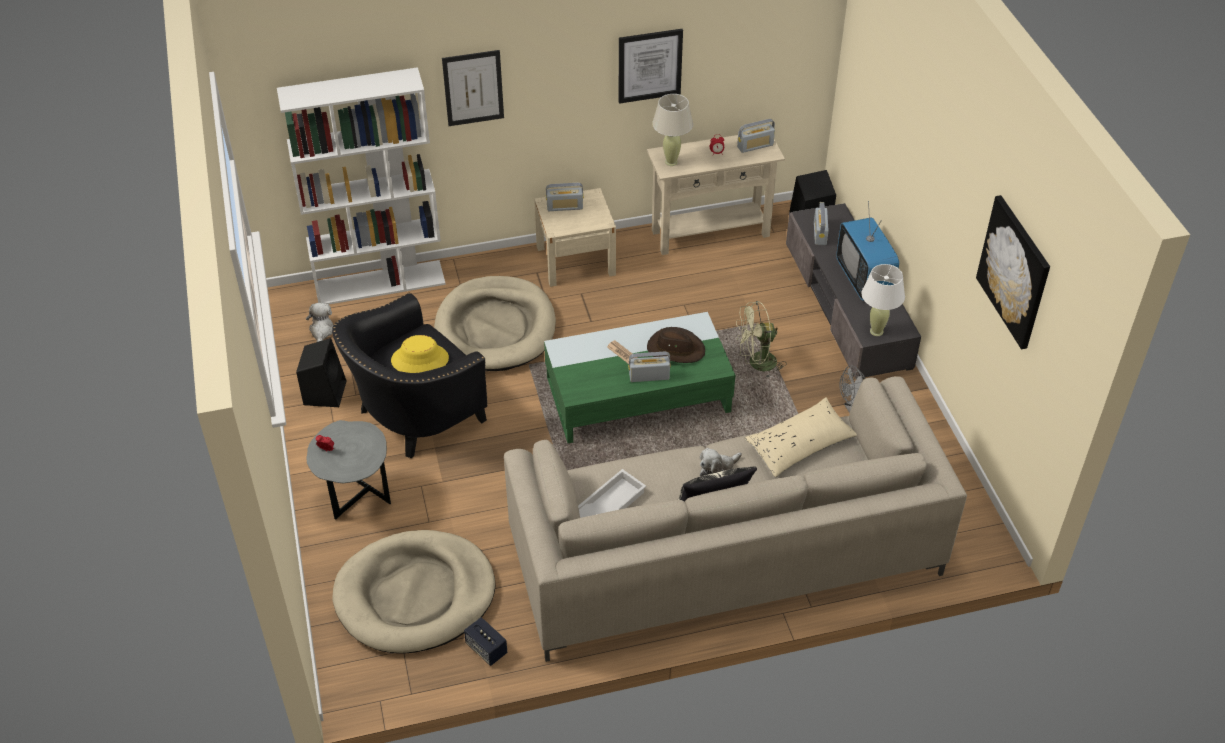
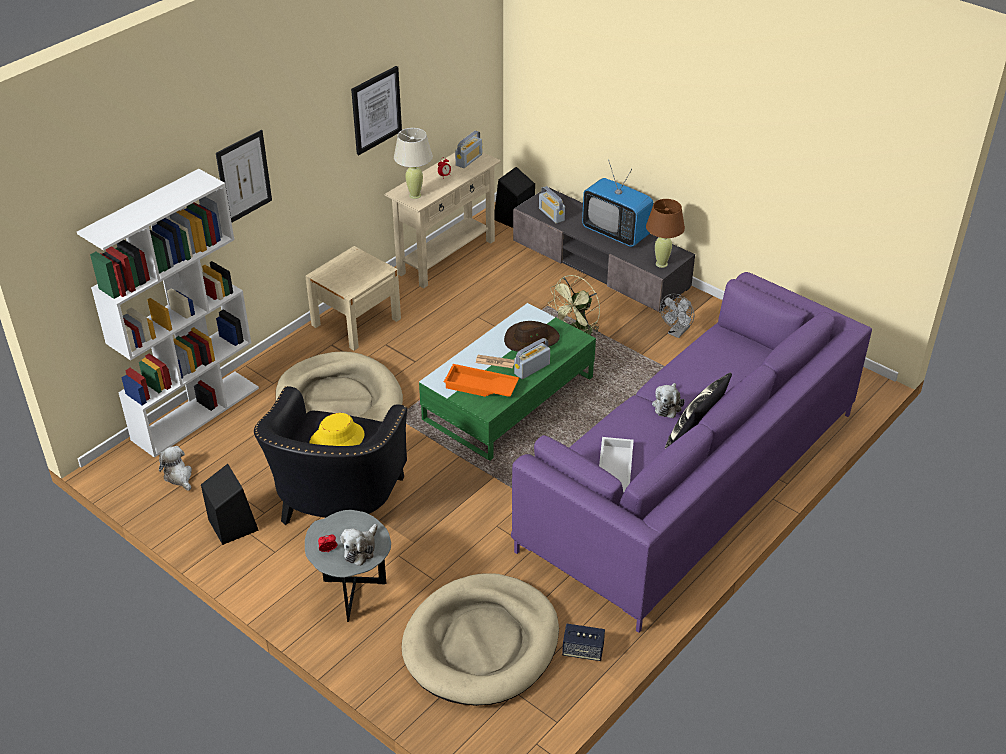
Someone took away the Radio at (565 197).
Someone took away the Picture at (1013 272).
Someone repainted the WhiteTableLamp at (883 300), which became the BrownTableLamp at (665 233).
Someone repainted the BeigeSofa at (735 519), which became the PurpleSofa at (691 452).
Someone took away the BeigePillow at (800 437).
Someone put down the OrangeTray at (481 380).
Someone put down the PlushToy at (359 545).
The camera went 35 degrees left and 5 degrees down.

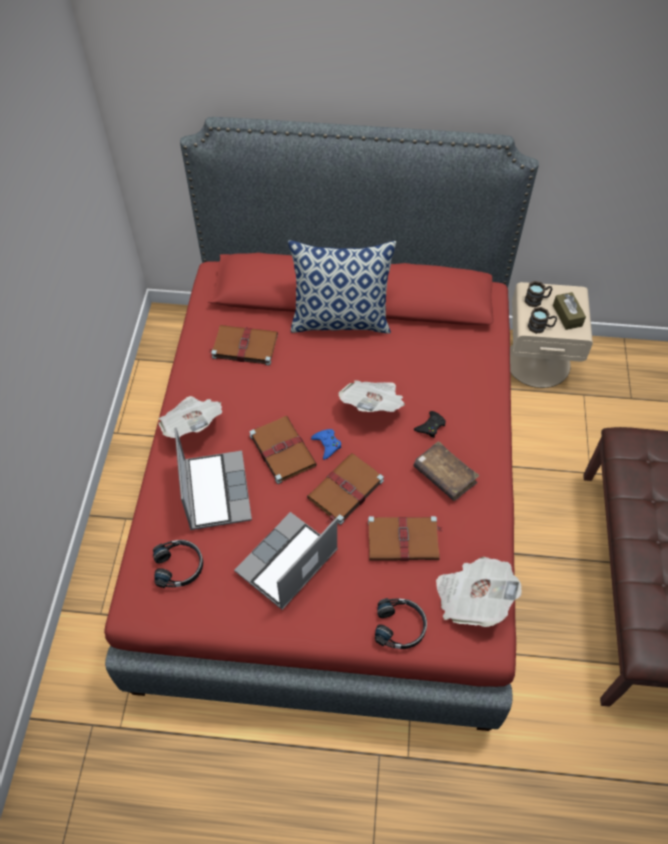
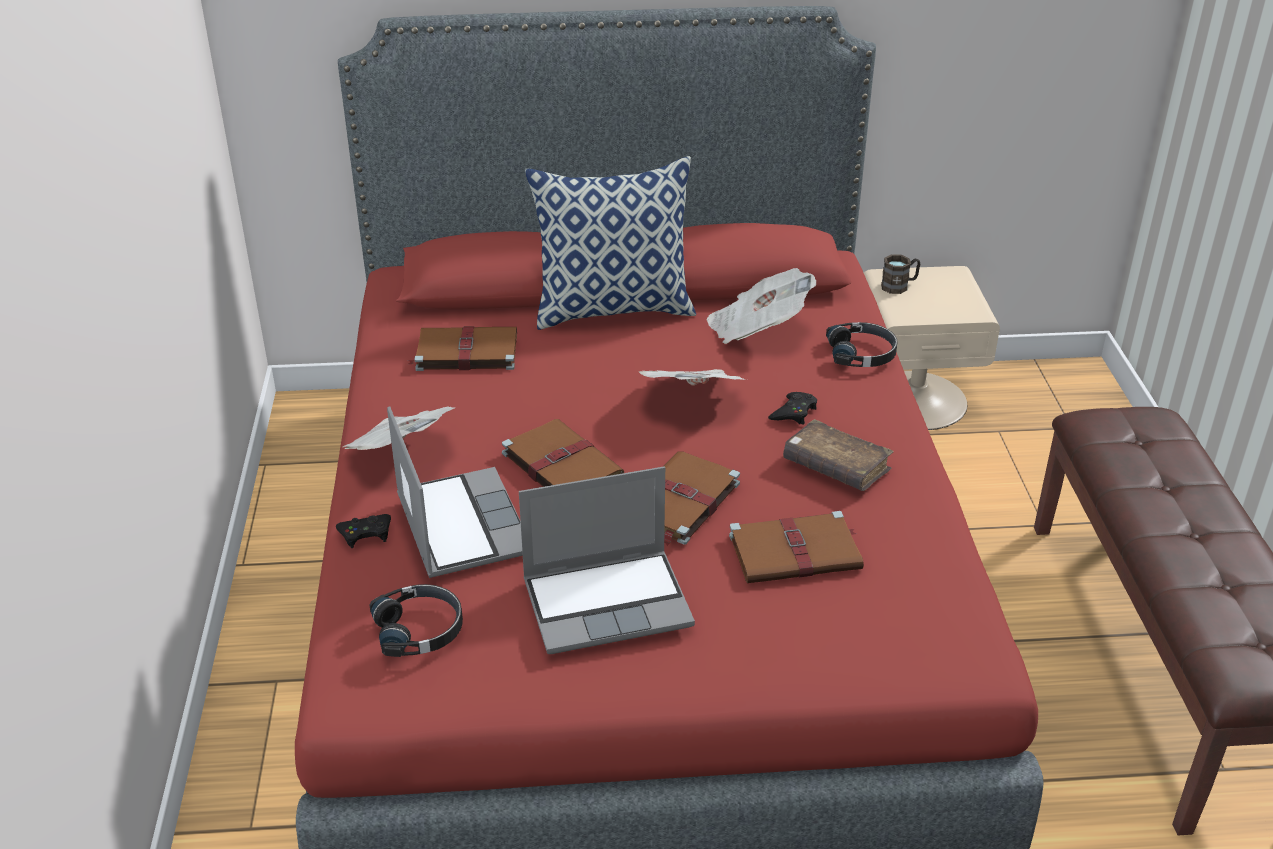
Someone took away the BrownTissueBox at (569 311).
Someone took away the BrownMug at (542 320).
Someone took away the BlueGameController at (326 444).
Someone rotated the Laptop at (286 561) by 135 degrees counterclockwise.
Someone carried the Newspaper from (479 592) to (761 306).
Someone carried the BlackHeadphones from (401 623) to (862 344).
Someone put down the BlackGameController at (363 531).
The camera went 10 degrees left and 20 degrees down.

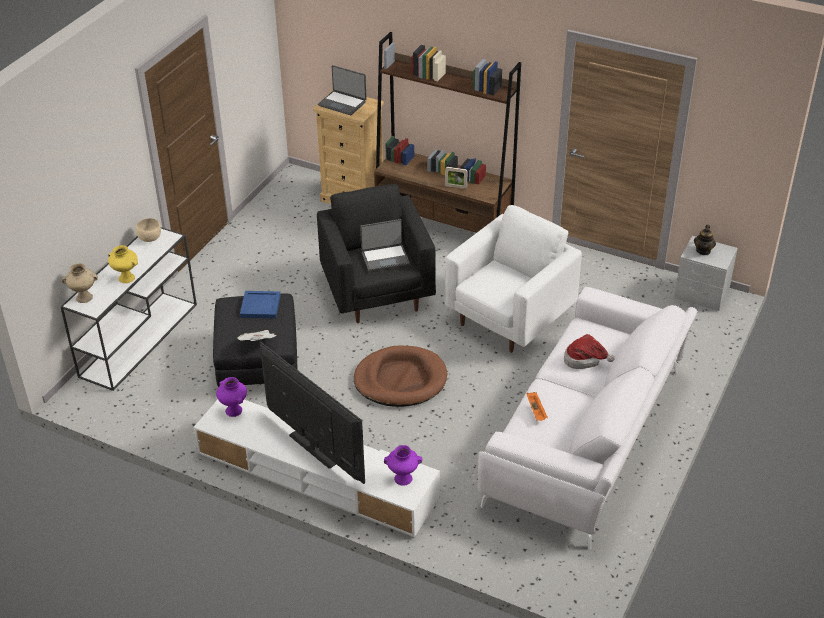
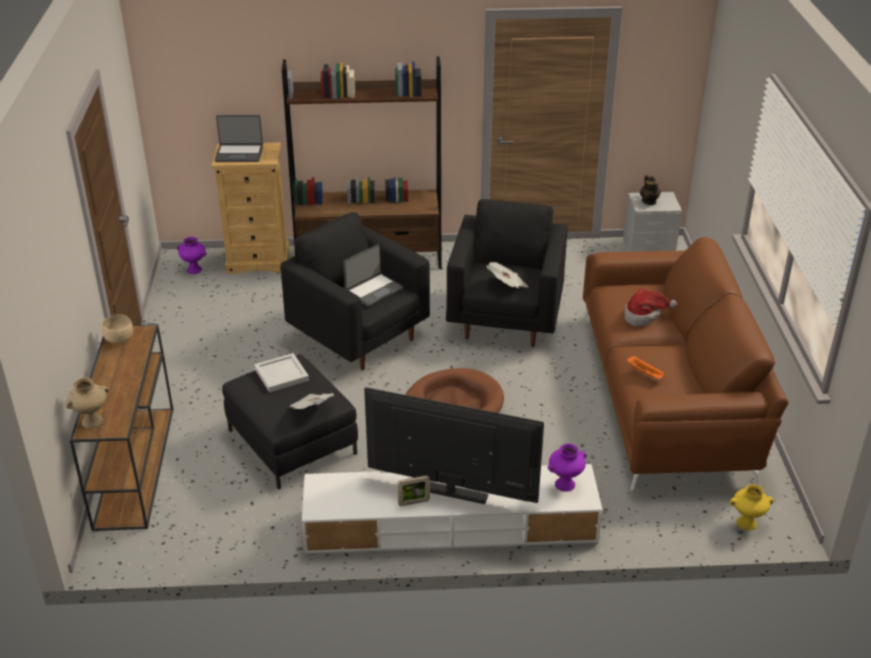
Someone carried the PictureFrame from (456 178) to (413 490).
Someone repainted the WhiteArmchair at (513 279), which became the BlackArmchair at (507 273).
Someone repainted the WhiteConsoleTable at (128 309), which became the BrownConsoleTable at (121 427).
Someone carried the YellowVase from (123 264) to (751 507).
Someone repainted the WhiteSofa at (587 417), which became the BrownSofa at (685 364).
Someone repainted the BlueTray at (260 304), which became the WhiteTray at (281 372).
Someone carried the PurpleVase from (231 397) to (191 255).
Someone put down the Newspaper at (507 275).
The camera went 30 degrees left and 5 degrees down.

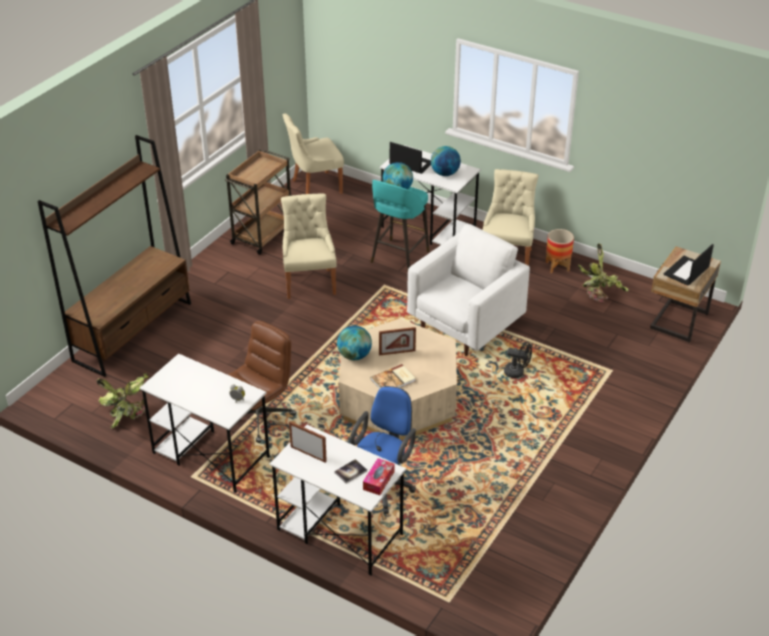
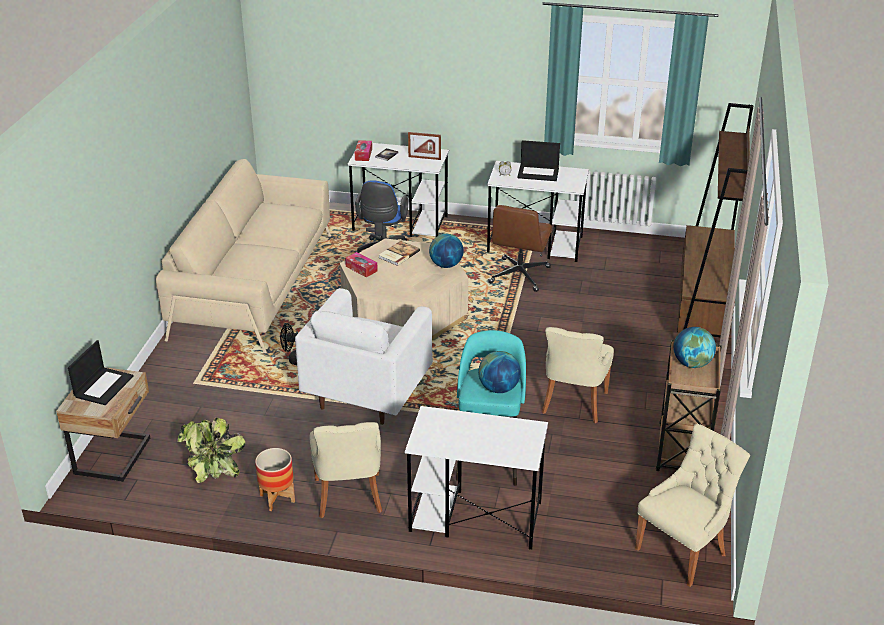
Someone carried the Laptop from (410 158) to (538 160).
Someone carried the Globe from (446 161) to (695 347).
Someone rotated the BeigeChair at (308 246) by 45 degrees clockwise.
Someone took away the PictureFrame at (397 341).
Someone took away the PottedPlant at (122 400).
Someone put down the BeigeSofa at (243 256).
Someone put down the TissueBox at (361 264).
The camera went 160 degrees right and 5 degrees down.

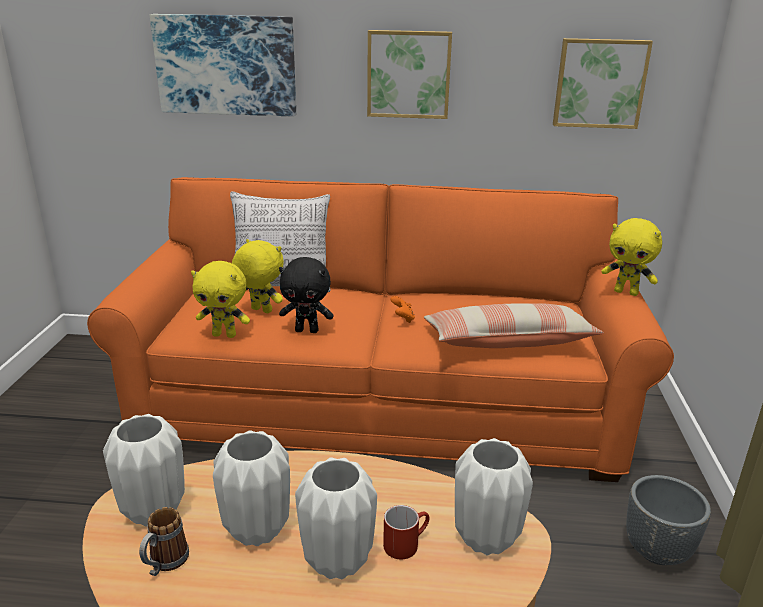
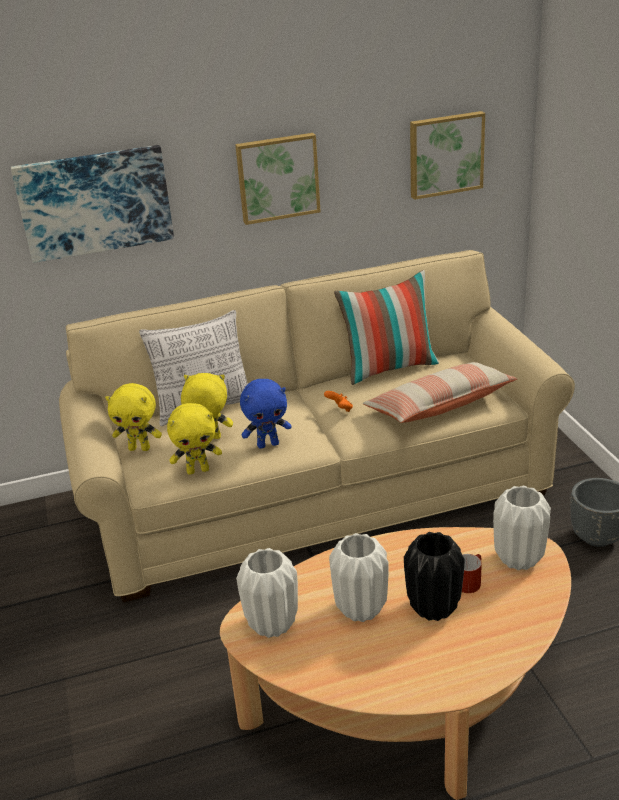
Someone repainted the OrangeSofa at (380 329), which became the BeigeSofa at (317 426).
Someone carried the YellowPlushToy from (631 257) to (133 417).
Someone repainted the BlackPlushToy at (306 295), which became the BluePlushToy at (266 414).
Someone repainted the WhiteVase at (336 518), which became the BlackVase at (434 576).
Someone took away the Mug at (164 541).
Someone put down the Pillow at (386 327).
The camera went 20 degrees left and 5 degrees up.

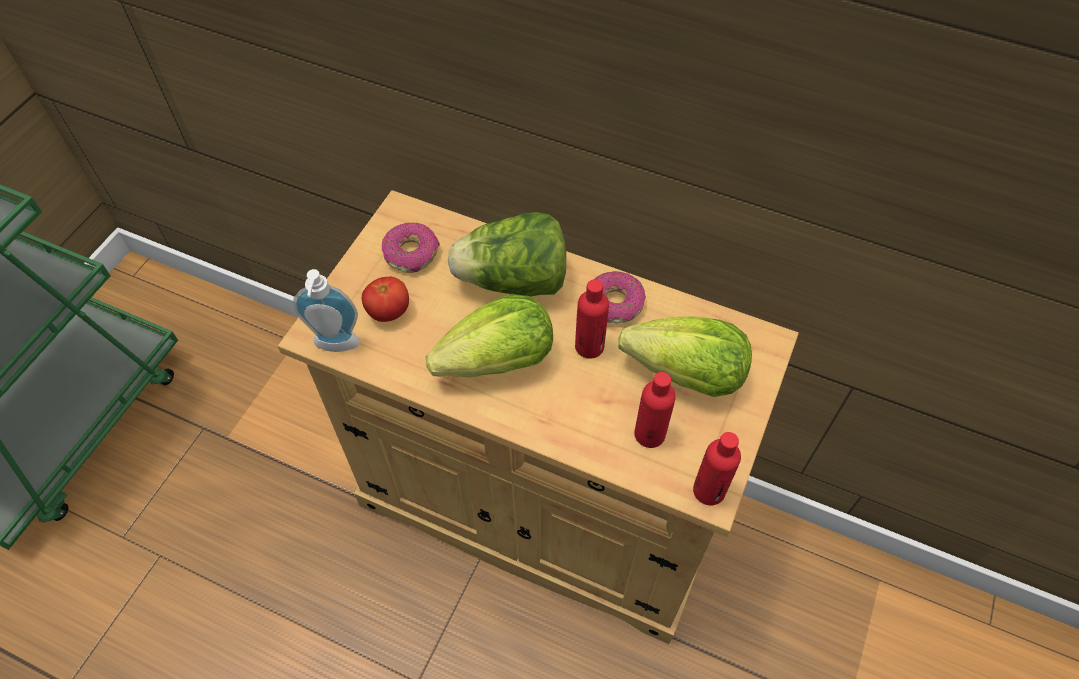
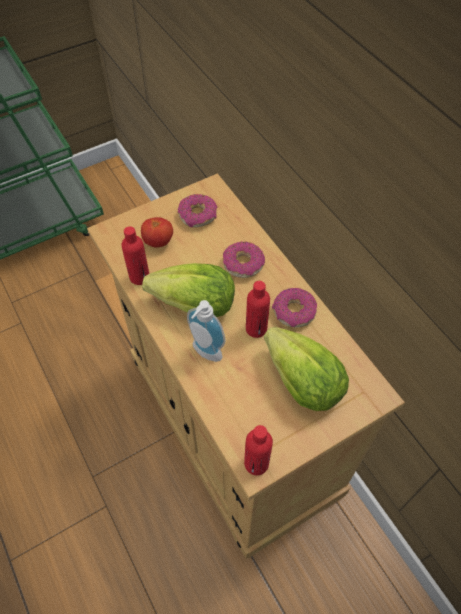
Someone swapped the Lettuce at (507 254) for the Donut at (244 260).
Someone carried the SoapDispenser from (326 310) to (206 331).
Someone carried the RedBottle from (655 410) to (135 255).
The camera went 35 degrees right and 0 degrees up.

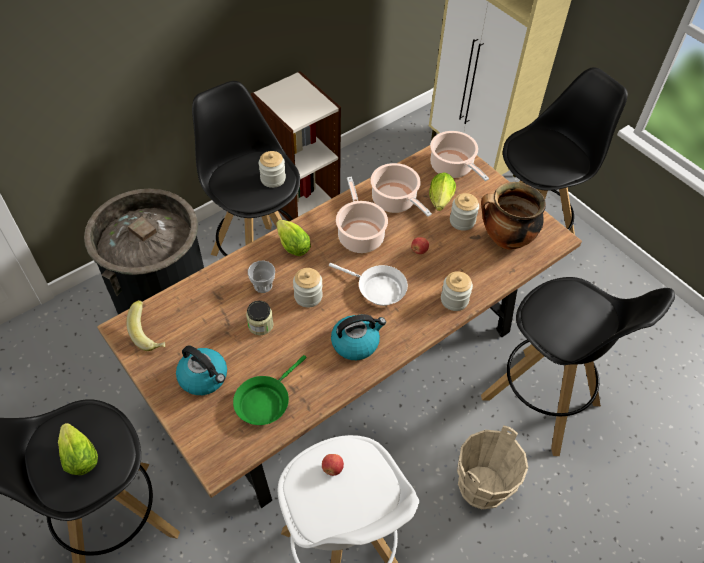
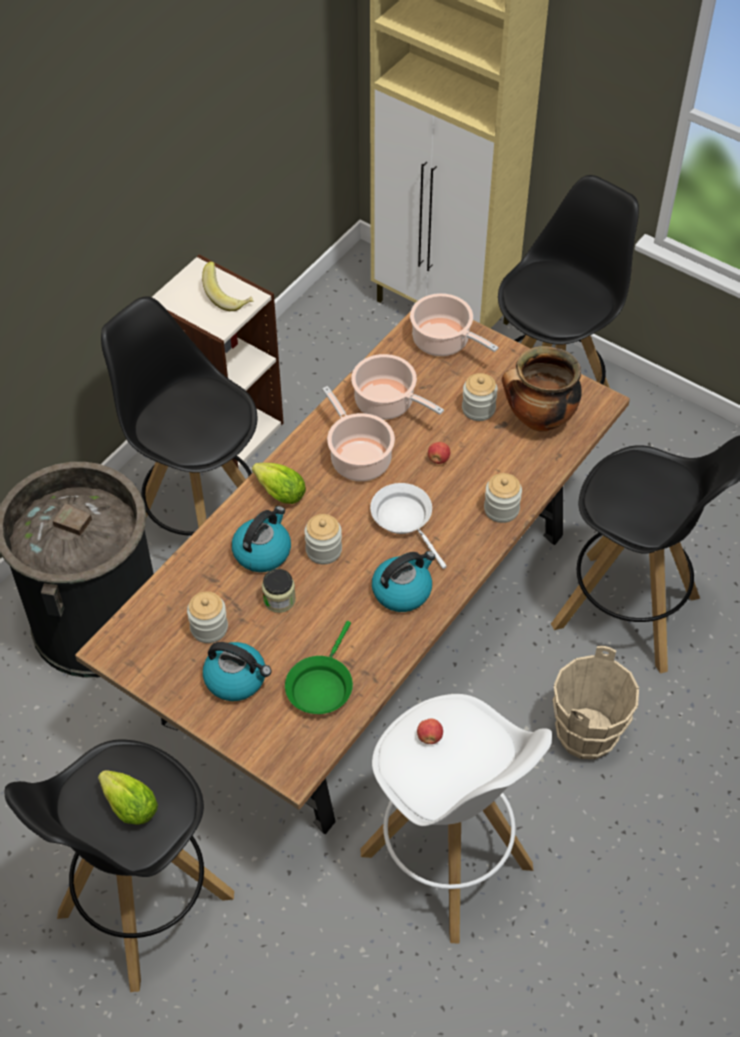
Someone carried the Jar from (272 169) to (207 617).
Someone took away the Lettuce at (442 191).
Someone swapped the Cup at (261 276) for the Kettle at (261 539).
Someone rotated the WhiteFryingPan at (368 284) by 135 degrees counterclockwise.
Someone carried the Banana from (145 325) to (227 286).
The camera went 15 degrees left and 0 degrees up.

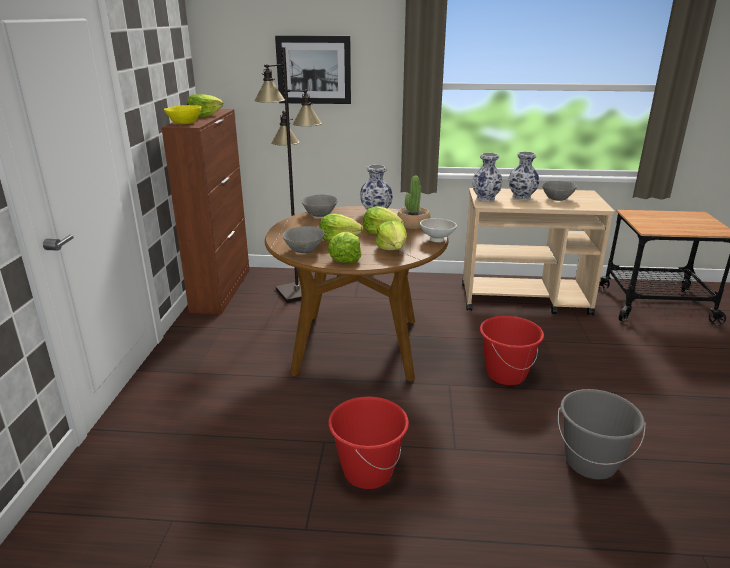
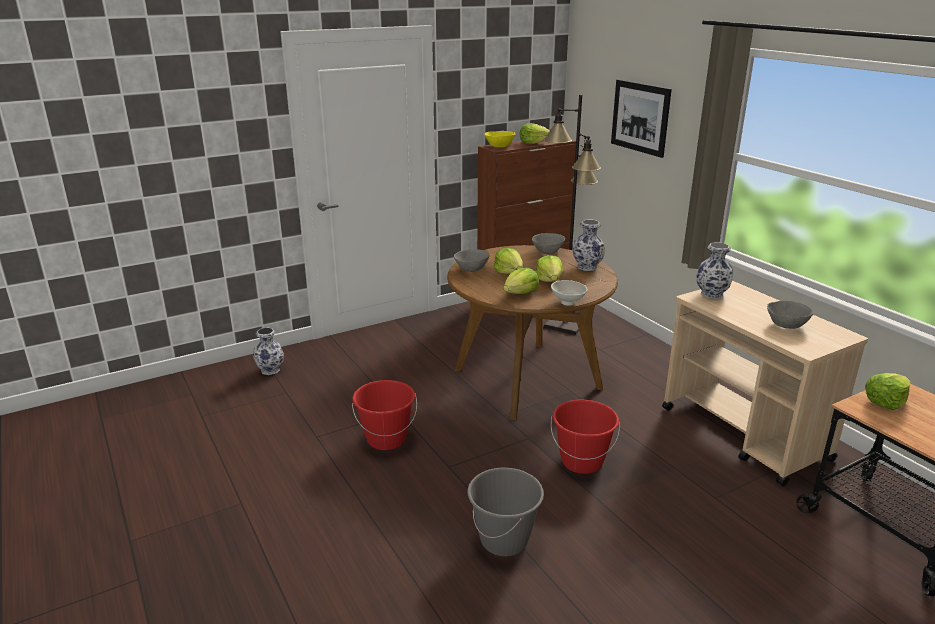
Someone carried the Vase from (524 176) to (268 351).
Someone took away the PottedPlant at (413 202).
Someone carried the Lettuce from (345 247) to (887 391).
The camera went 55 degrees right and 0 degrees up.

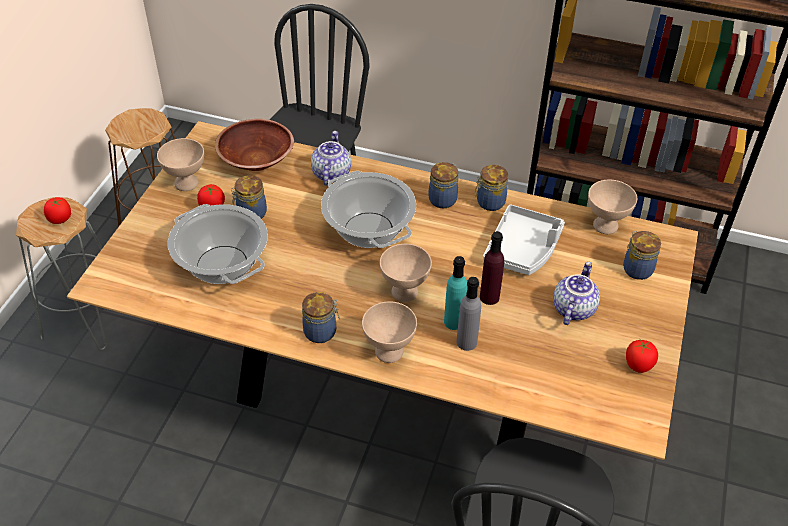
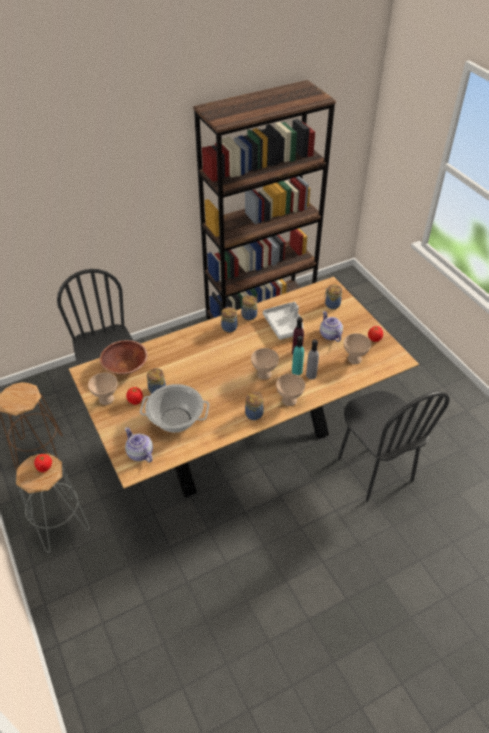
Someone carried the Teapot from (331 158) to (139 445).
Someone took away the CookingPot at (368 209).
Someone carried the BeigeBowl from (612 207) to (357 348).
The camera went 45 degrees left and 0 degrees up.

